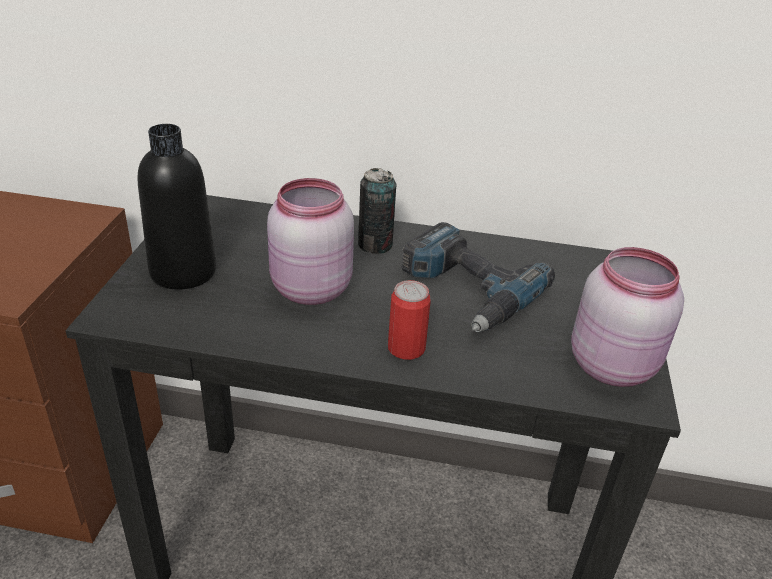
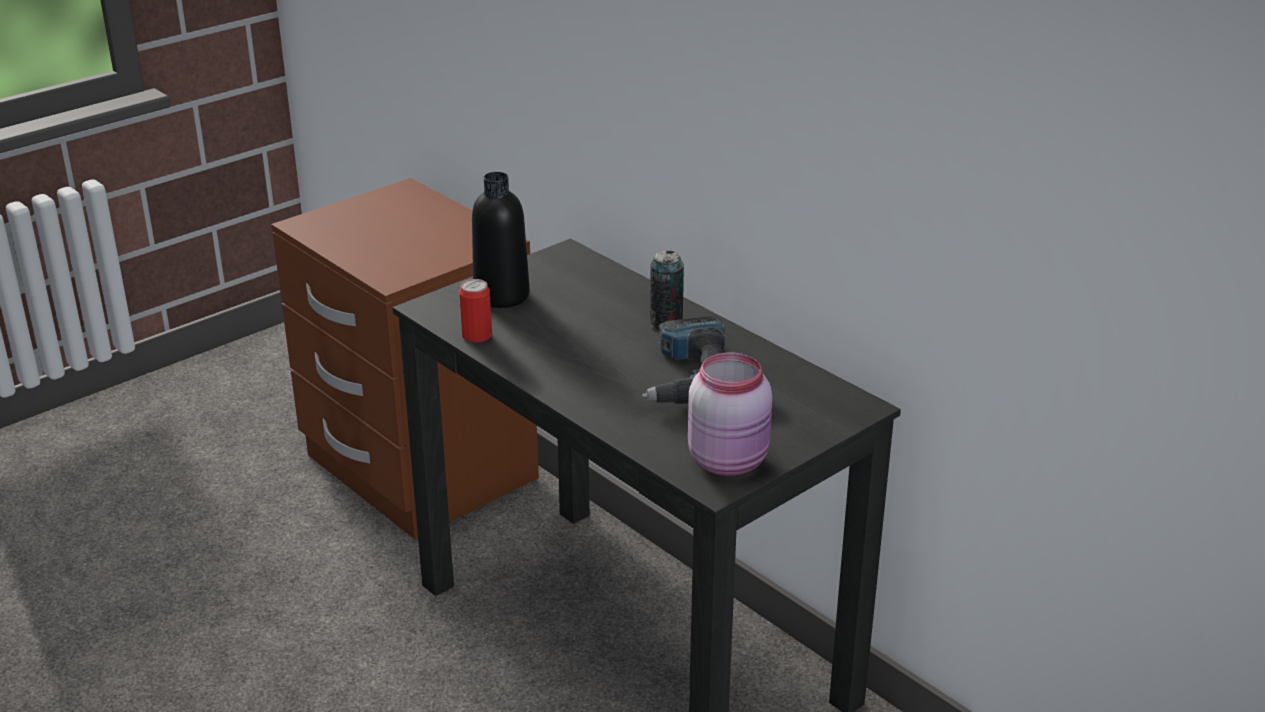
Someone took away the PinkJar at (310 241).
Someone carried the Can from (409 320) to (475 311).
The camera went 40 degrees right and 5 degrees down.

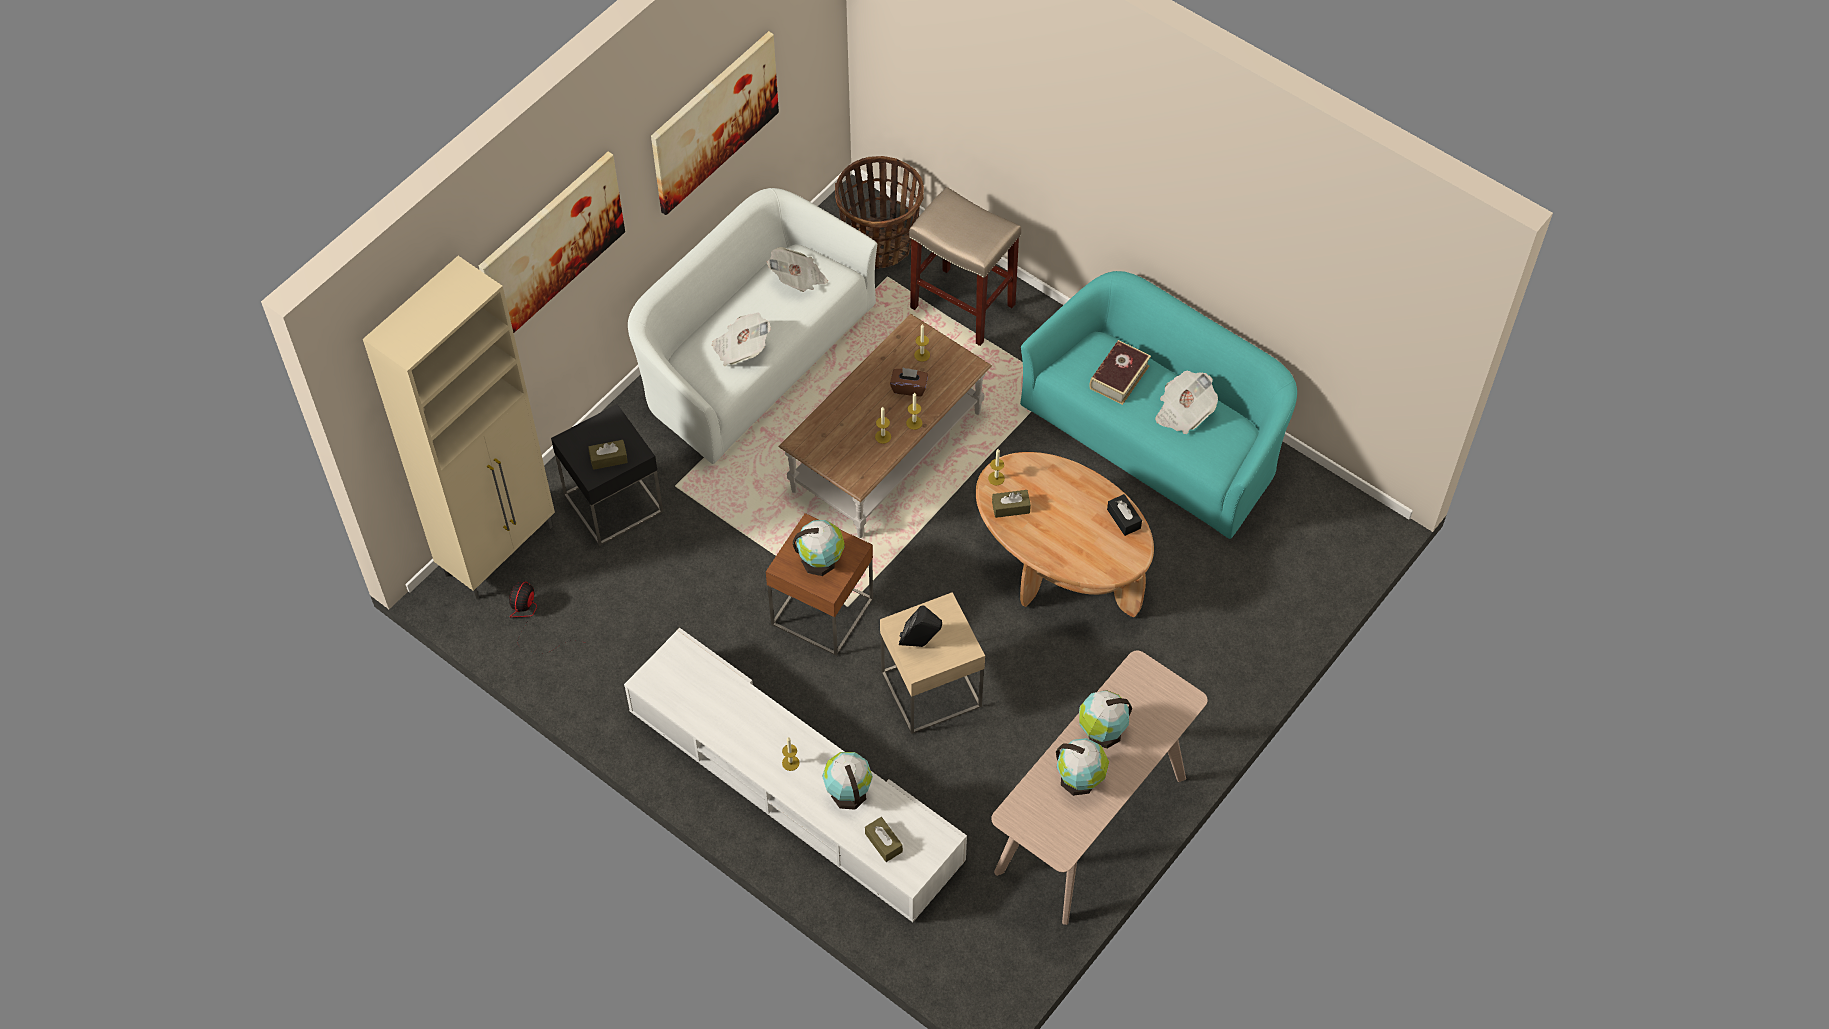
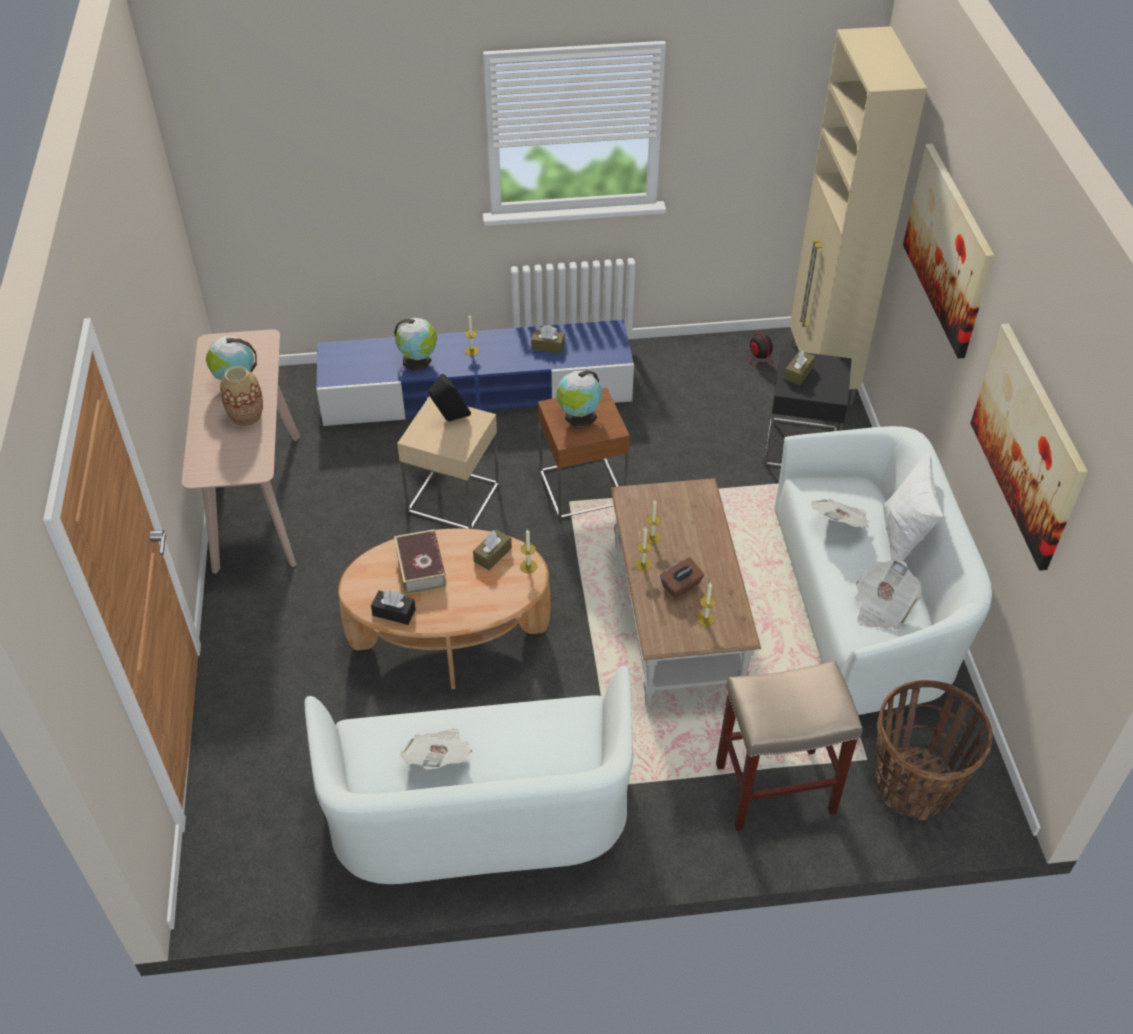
Someone repainted the TurquoiseSofa at (1158 405), which became the WhiteSofa at (469 775).
Someone carried the Book from (1120 372) to (420 562).
Someone repainted the WhiteTvStand at (795 775), which became the BlueTvStand at (475 373).
Someone swapped the Globe at (1105 719) for the Vase at (241 396).
Someone carried the BrownTissueBox from (884 839) to (548 339).
Someone put down the WhitePillow at (913 506).
The camera went 135 degrees right and 10 degrees down.

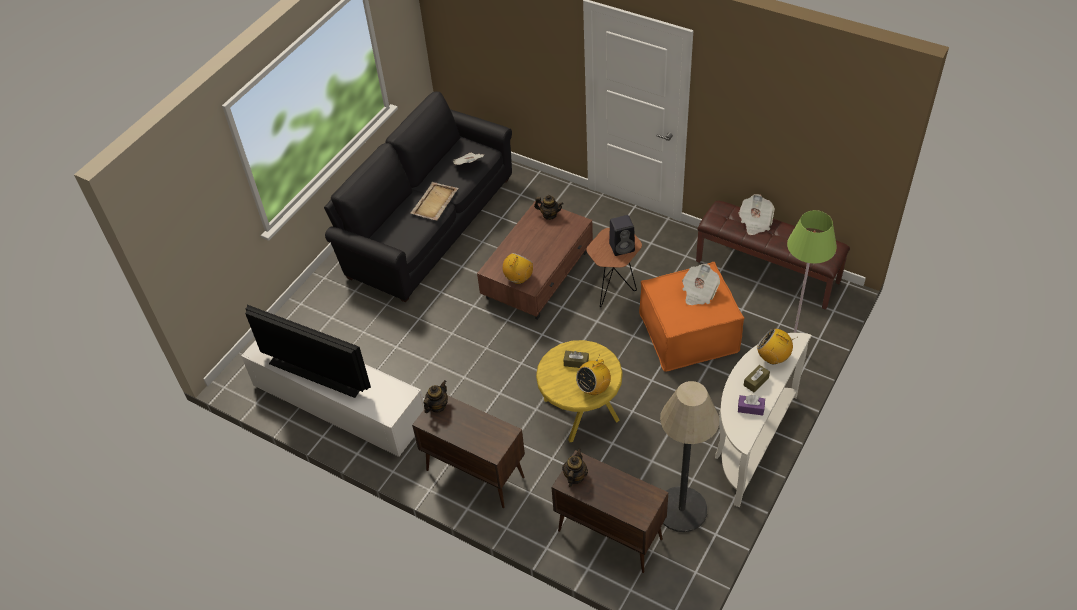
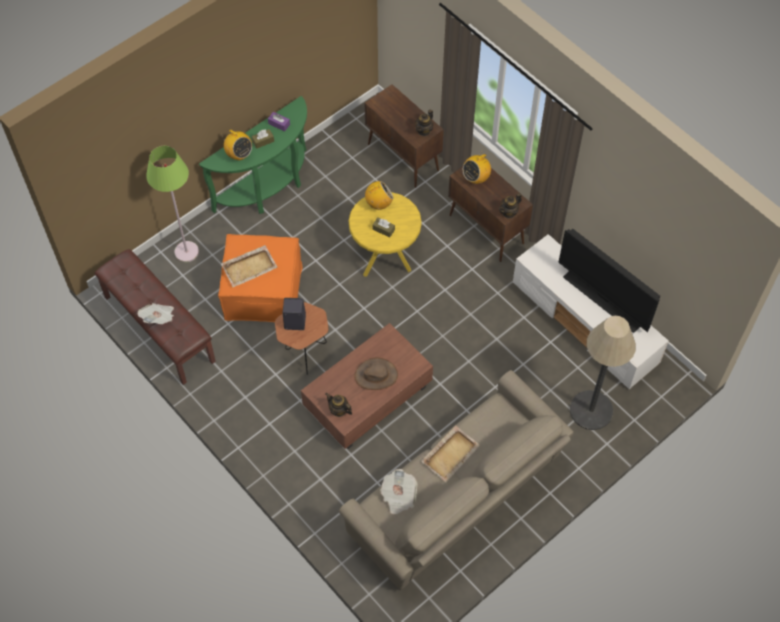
Someone repainted the BlackSofa at (418 197), which became the BeigeSofa at (456 480).
Someone carried the Radio from (517 268) to (477 169).
Someone swapped the Newspaper at (701 284) for the BeigeTray at (249 266).
Someone repainted the WhiteConsoleTable at (763 420), which became the GreenConsoleTable at (253 155).
Someone carried the FloorLamp from (689 456) to (603 373).
Someone put down the BrownHat at (376 374).
The camera went 165 degrees left and 10 degrees up.

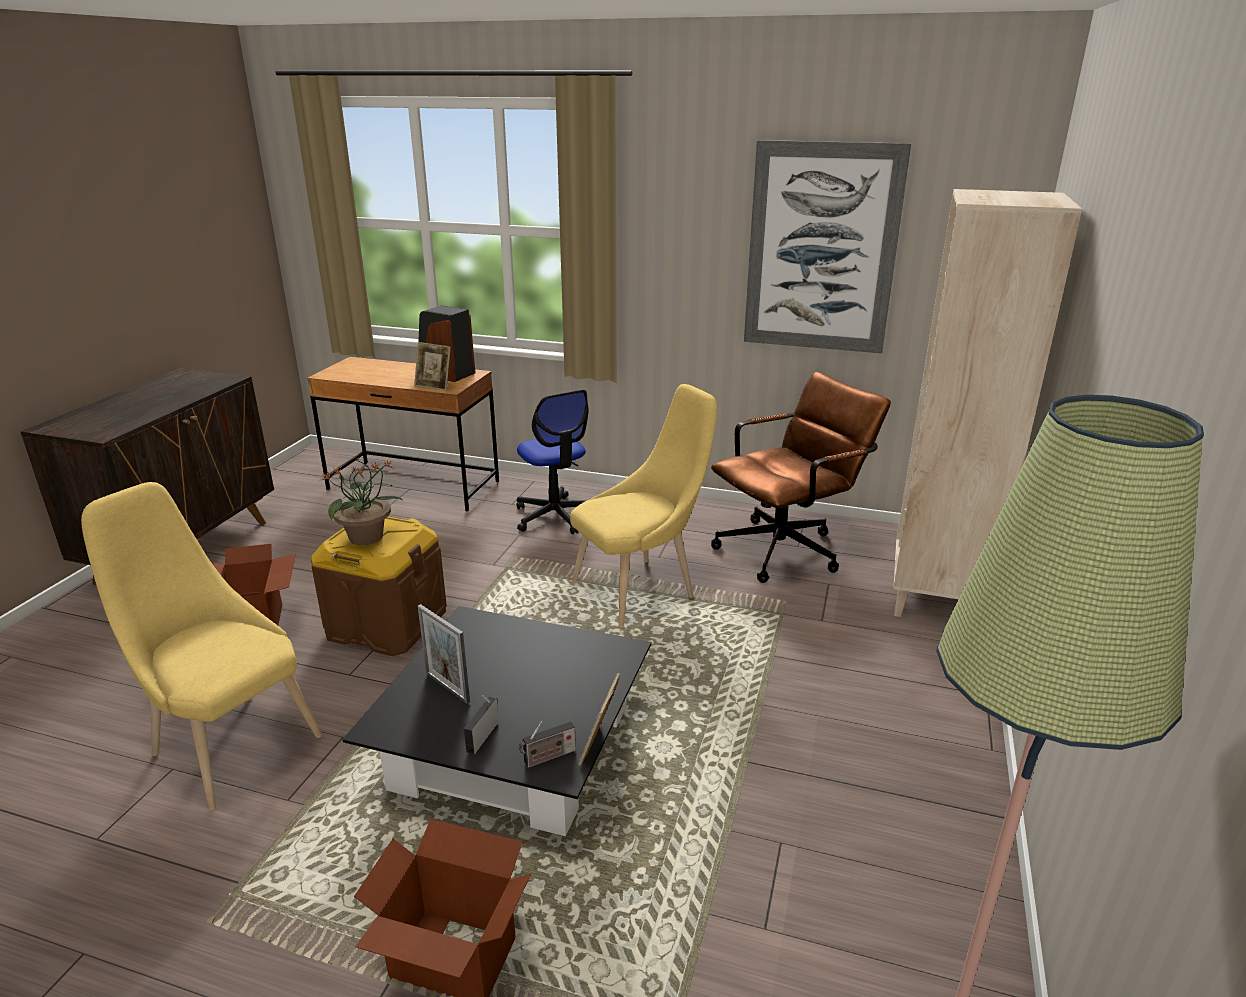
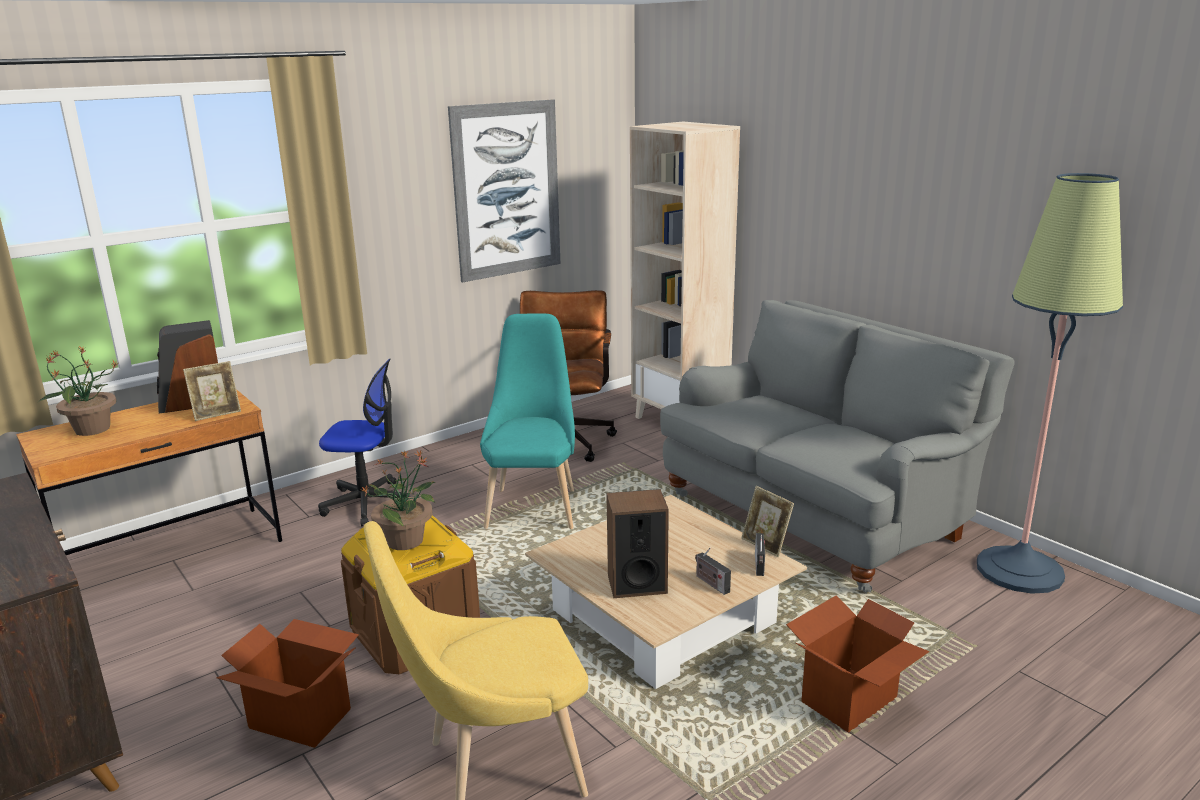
Someone repainted the YellowChair at (643 505), which became the TurquoiseChair at (527 421).
Someone swapped the PictureFrame at (444 654) for the Speaker at (637 543).
Someone repainted the BlackCoffeeTable at (496 721), which became the BeigeCoffeeTable at (666 592).
Someone put down the GreySofa at (837 446).
Someone put down the PottedPlant at (78 391).
The camera went 55 degrees left and 5 degrees down.

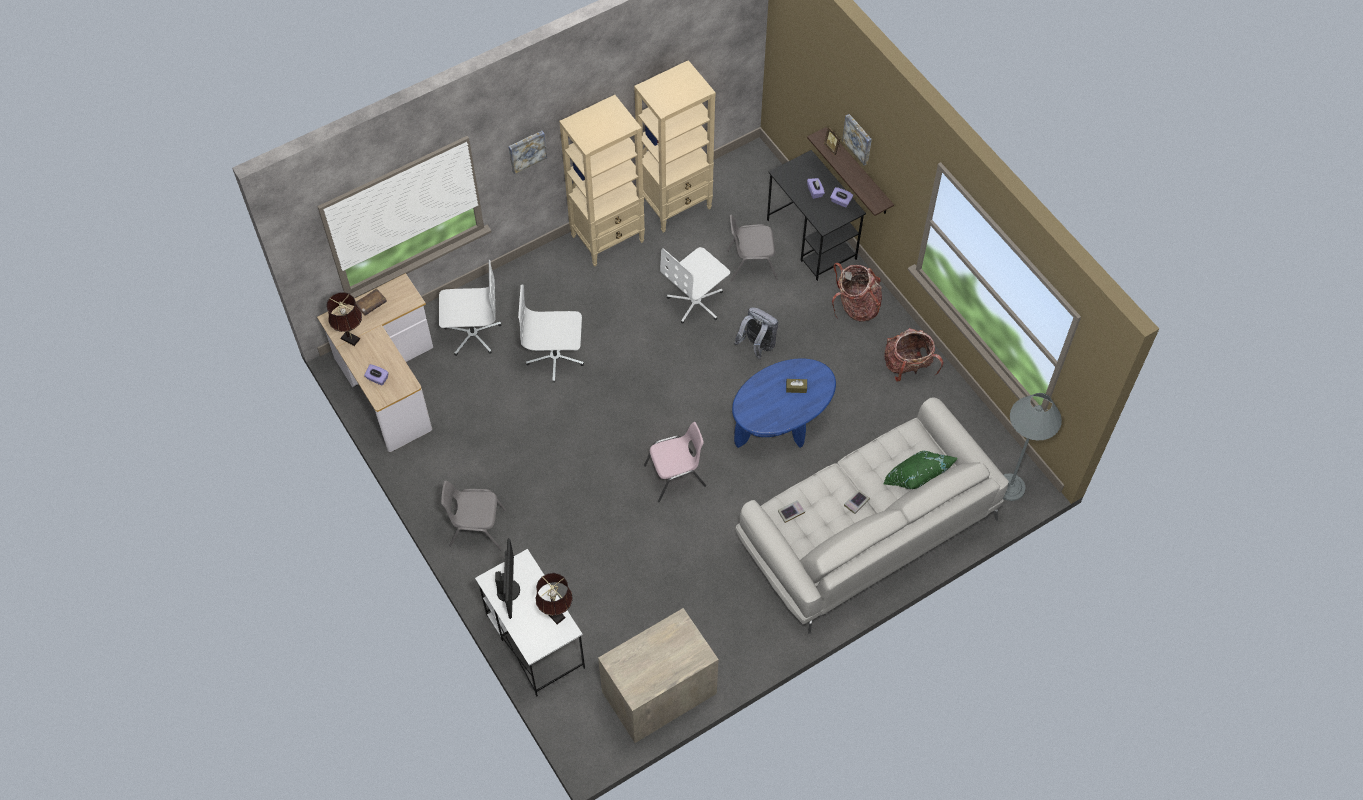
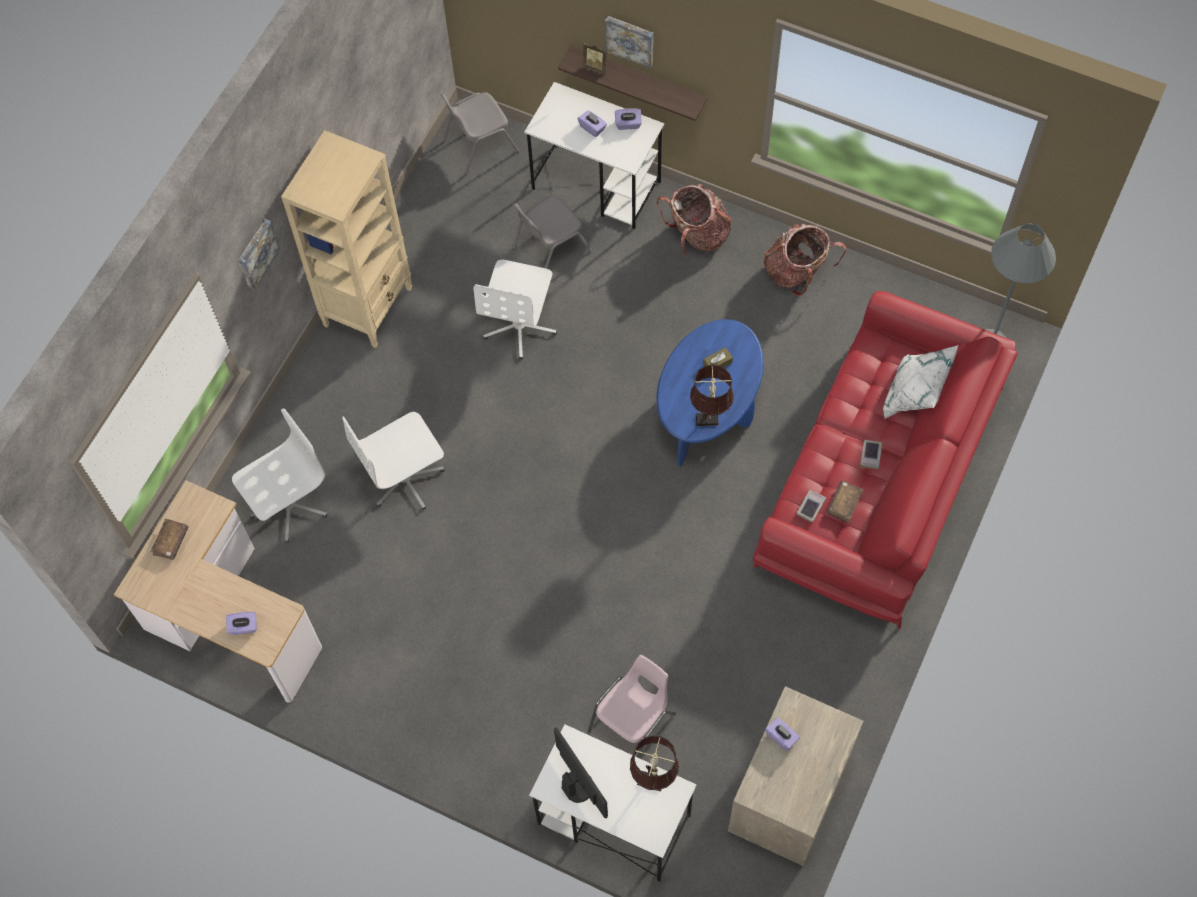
Someone took away the BeigeBookcase at (675 146).
Someone repainted the BlackDesk at (816 215), which became the WhiteDesk at (594 155).
Someone carried the BrownTableLamp from (344 319) to (712 395).
Someone took away the GreyBackpack at (756 333).
Someone repainted the WhiteSofa at (872 515), which became the RedSofa at (885 460).
Someone carried the PinkChair from (675 462) to (632 706).
Someone repainted the GreenPillow at (921 470), which became the WhitePillow at (921 381).
Someone carried the GreyChair from (473 515) to (479 133).
Someone put down the BrownBook at (845 502).
Someone put down the PurpleTissueBox at (782 734).
The camera went 30 degrees left and 5 degrees up.

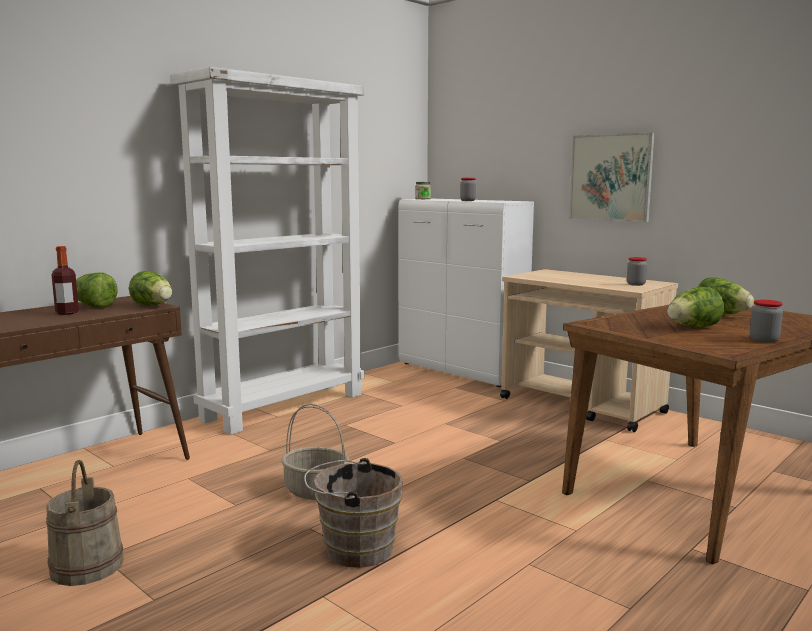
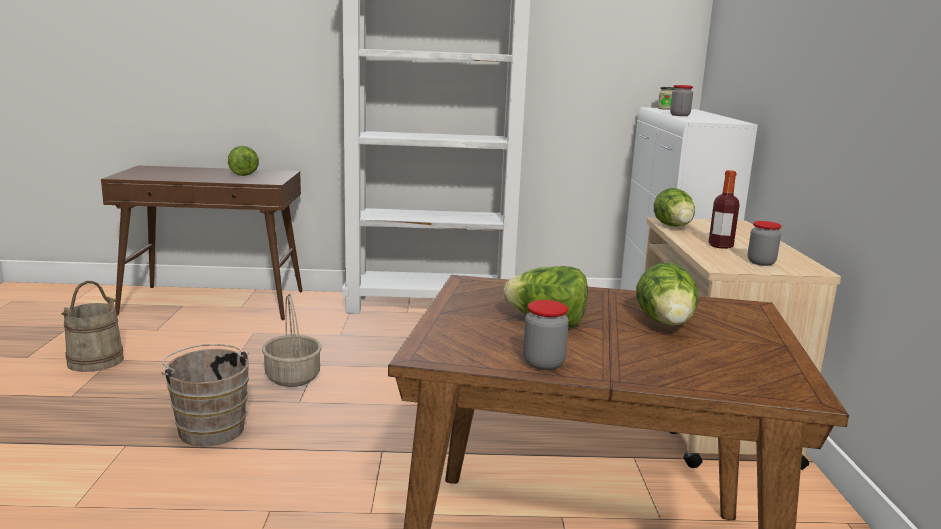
Someone took away the Picture at (612 177).
Someone carried the Bottle from (65 280) to (724 209).
Someone carried the Lettuce from (150 288) to (674 207).
The camera went 45 degrees right and 5 degrees up.

